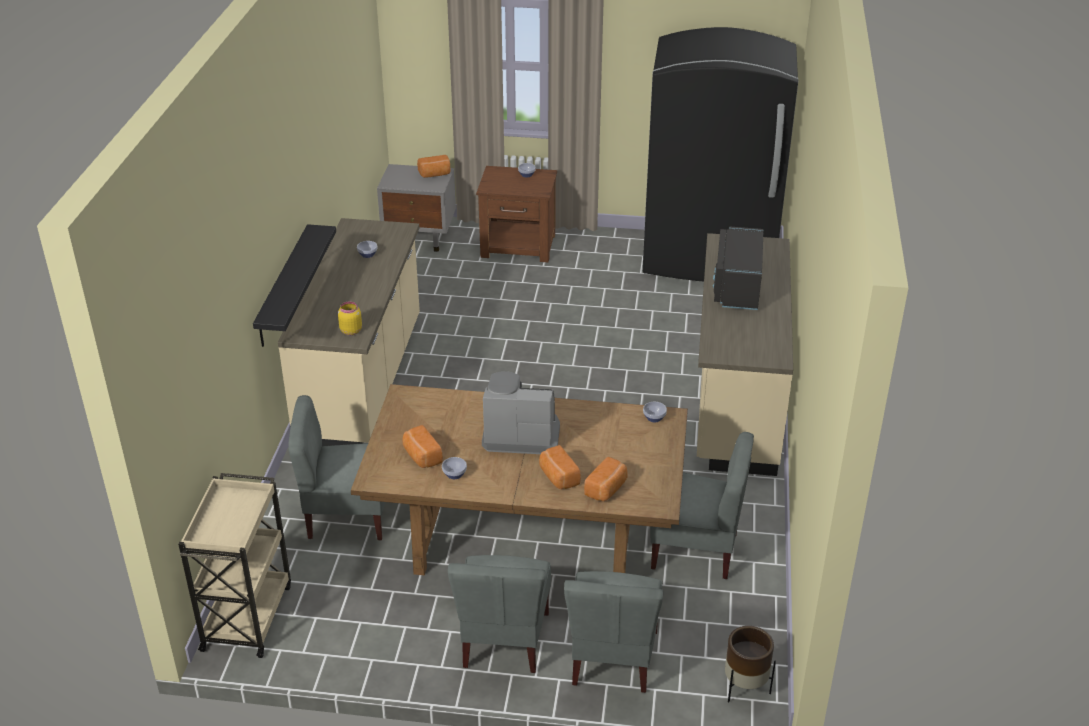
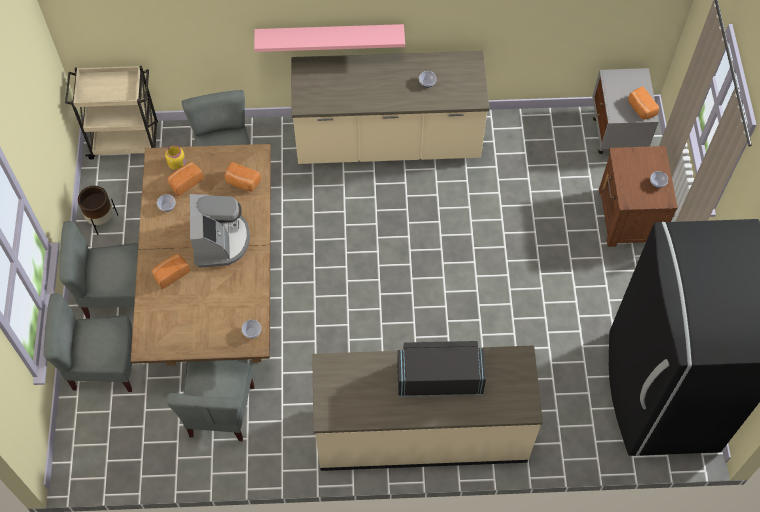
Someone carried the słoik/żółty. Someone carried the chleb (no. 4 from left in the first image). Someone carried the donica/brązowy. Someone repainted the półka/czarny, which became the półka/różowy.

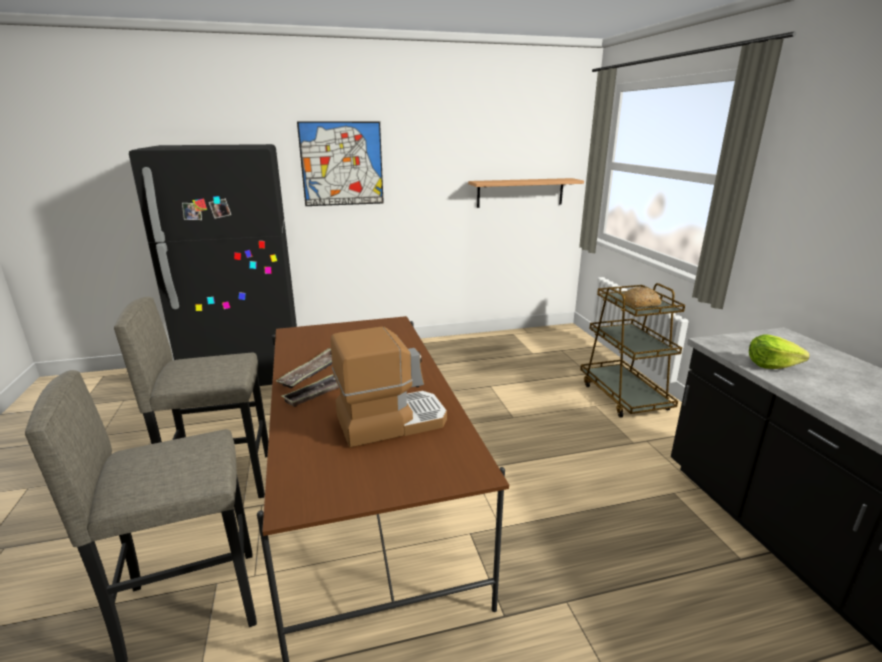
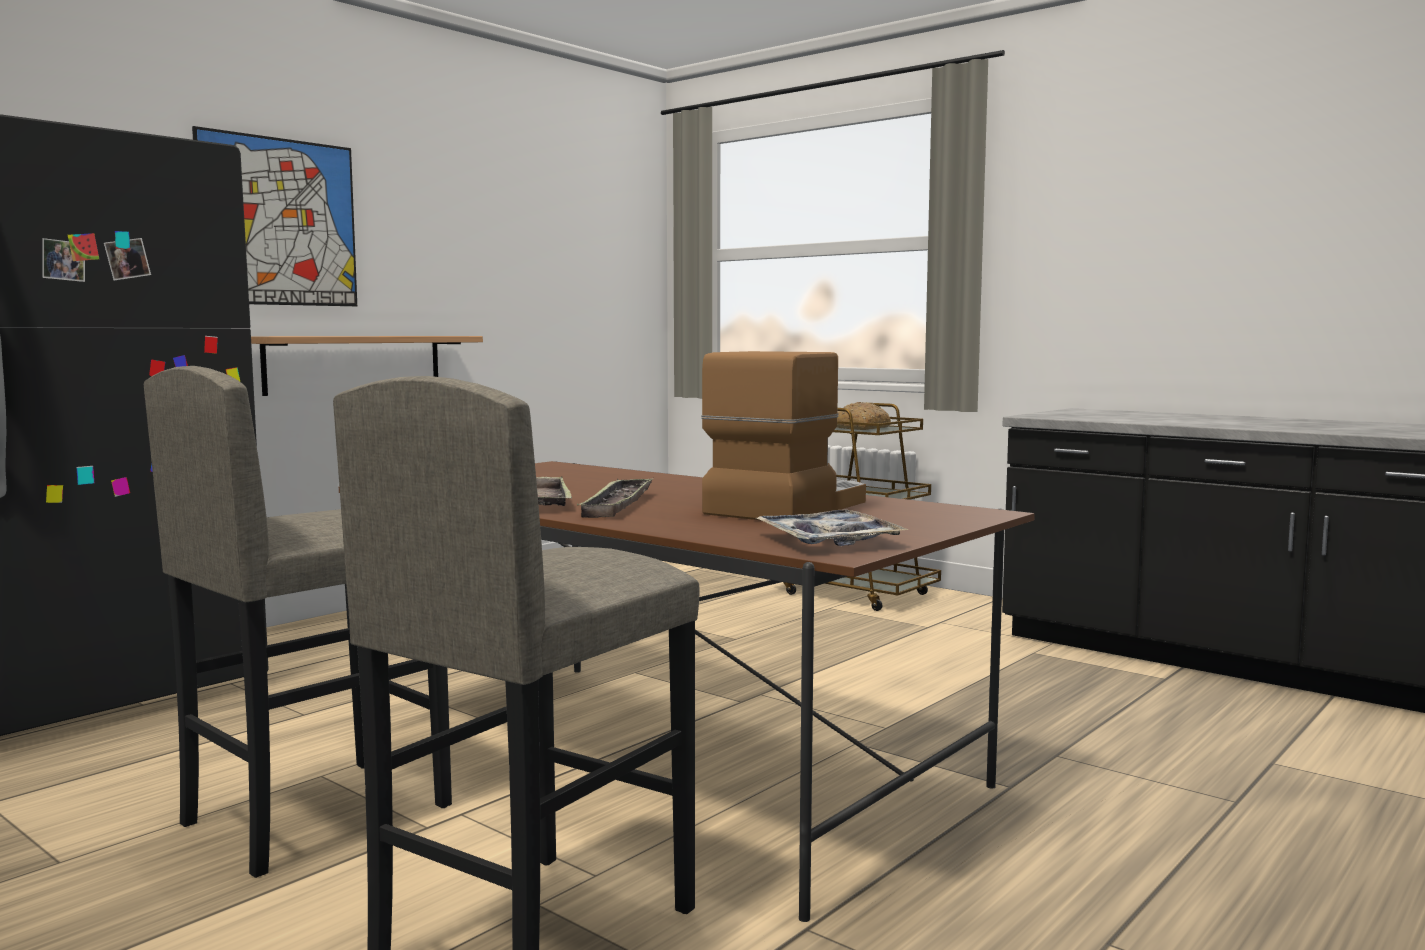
Someone took away the sałata. Someone put down the taca (no. 3 from left). Someone carried the półka.

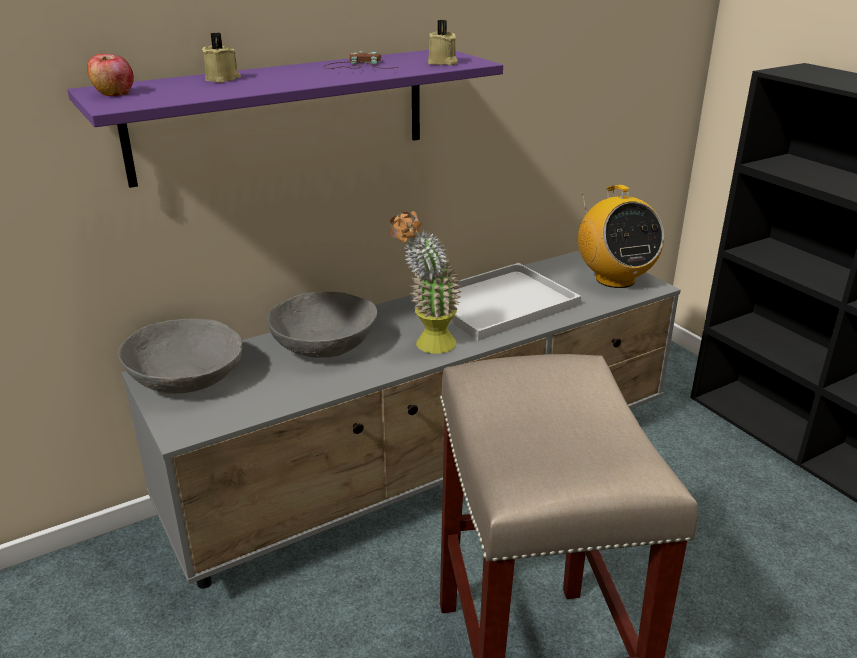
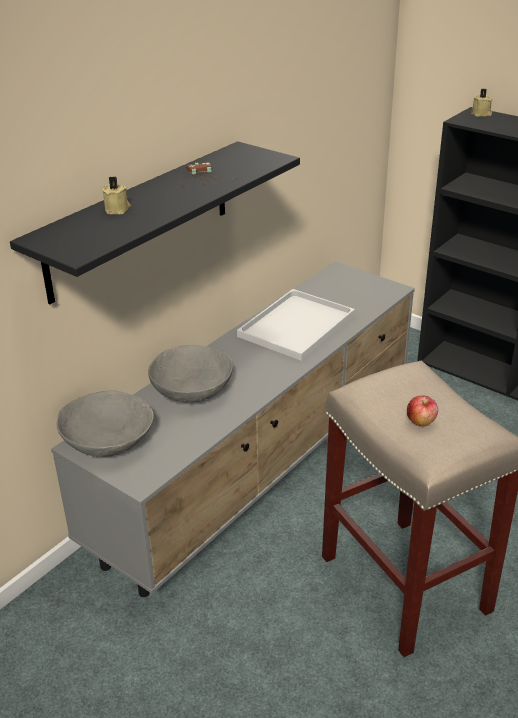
Someone took away the roślina doniczkowa. Someone took away the radio. Someone carried the jabłko. Someone carried the świeca/beżowy (no. 2 from left). Someone repainted the półka/fioletowy, which became the półka/czarny.

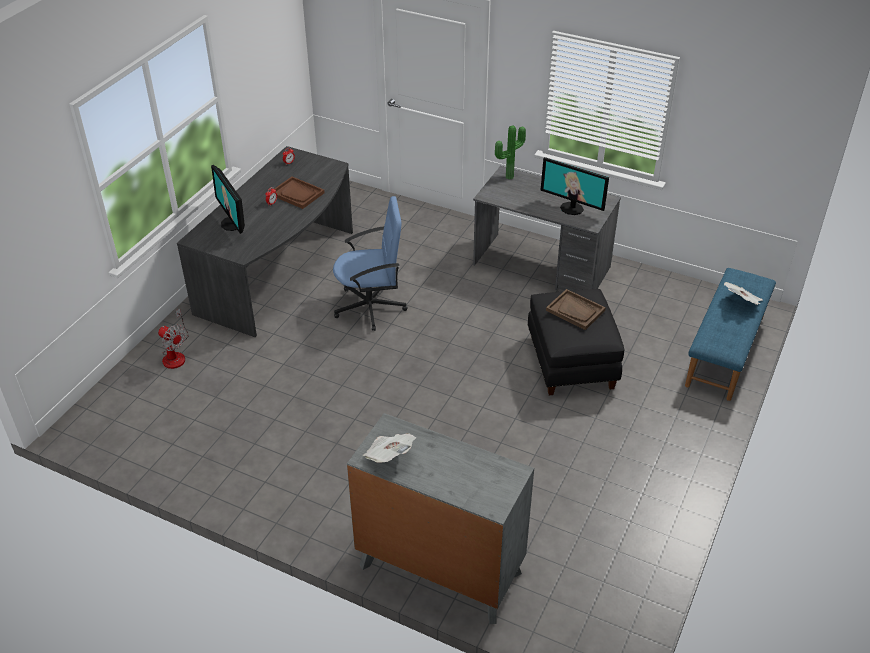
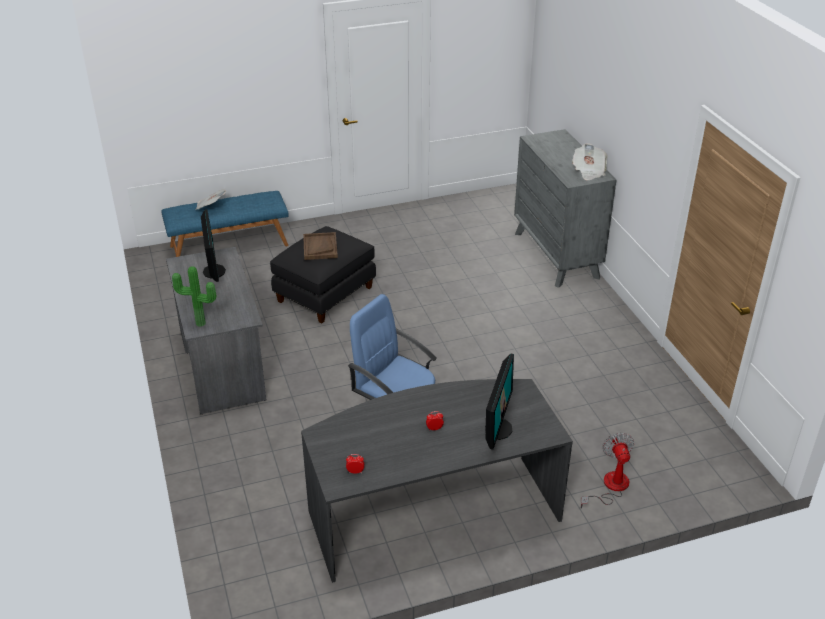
Someone took away the taca/brązowy (no. 1 from left).

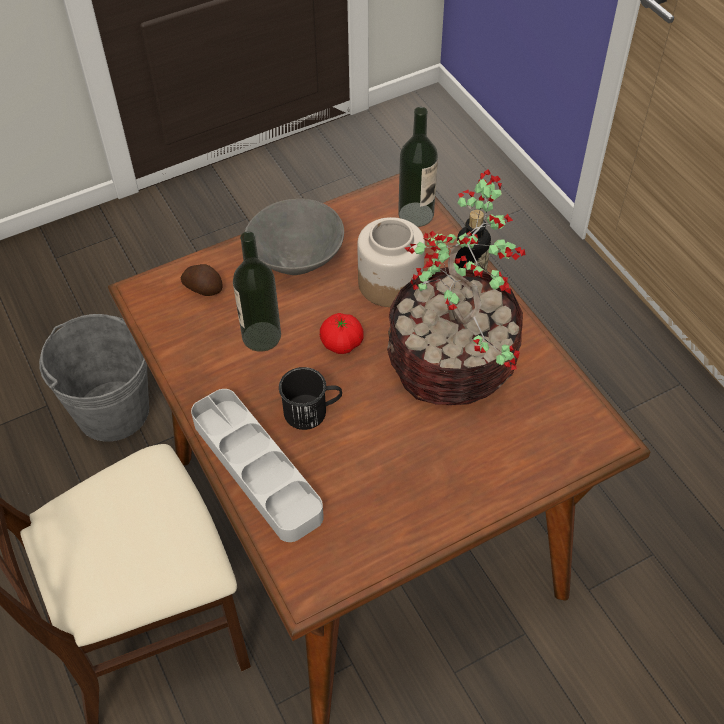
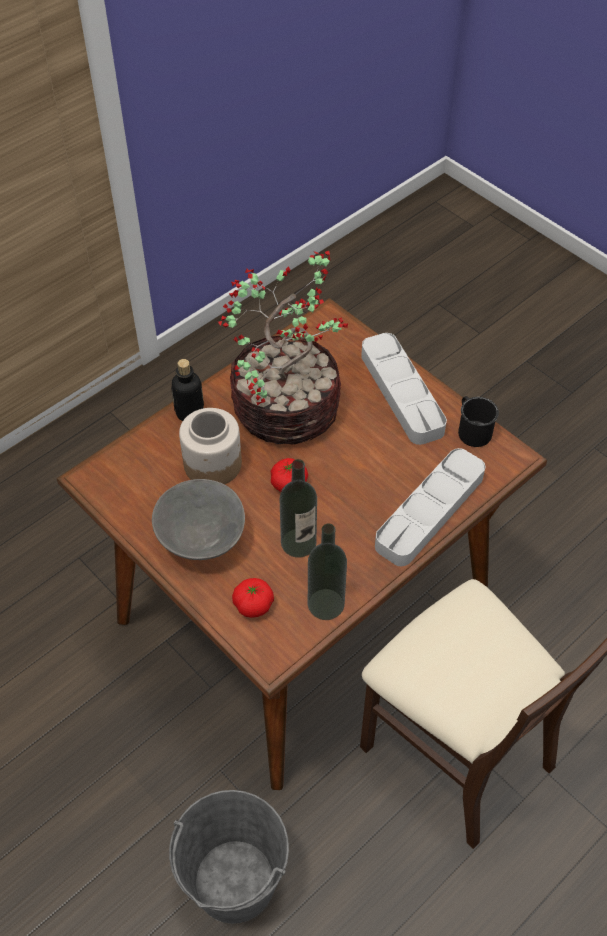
Someone put down the taca/szary (no. 1 from left). Someone carried the kubek/czarny. Someone carried the butelka (no. 2 from left in the first image). Someone swapped the ziemniak for the pomidor (no. 1 from left).

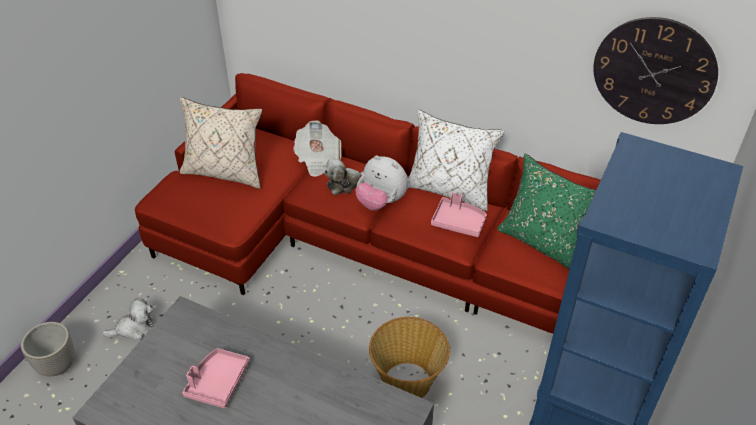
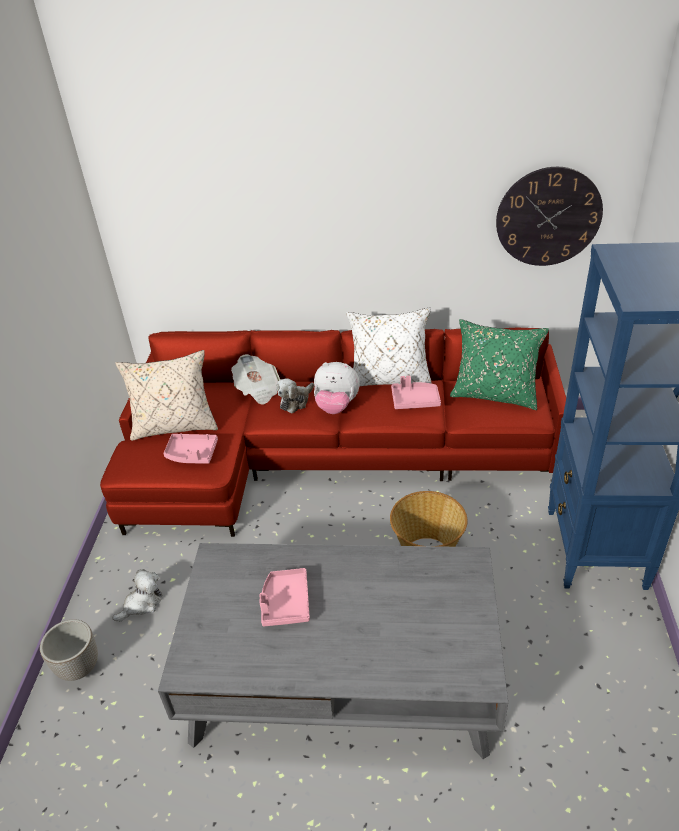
Someone put down the taca/różowy (no. 1 from left).

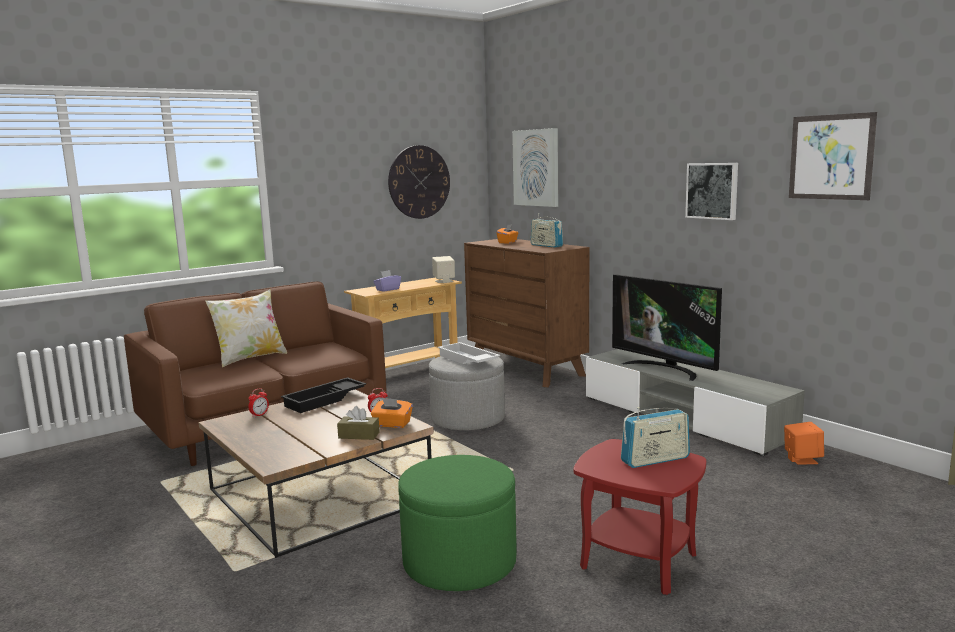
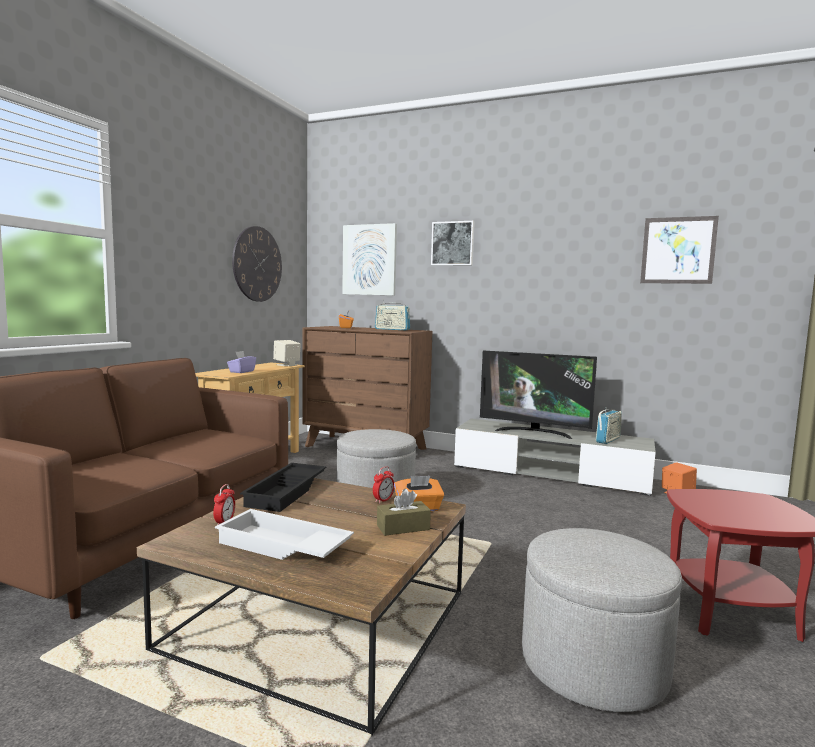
Someone took away the poduszka. Someone carried the taca/biały. Someone carried the radio (no. 2 from left). Someone carried the obraz (no. 2 from left). Someone repainted the pufa/zielony, which became the pufa/szary (no. 2 from left).

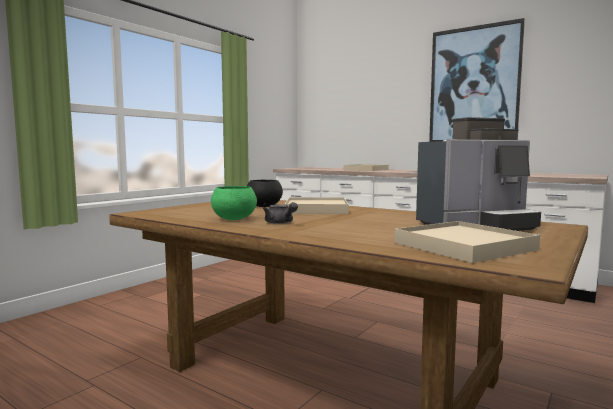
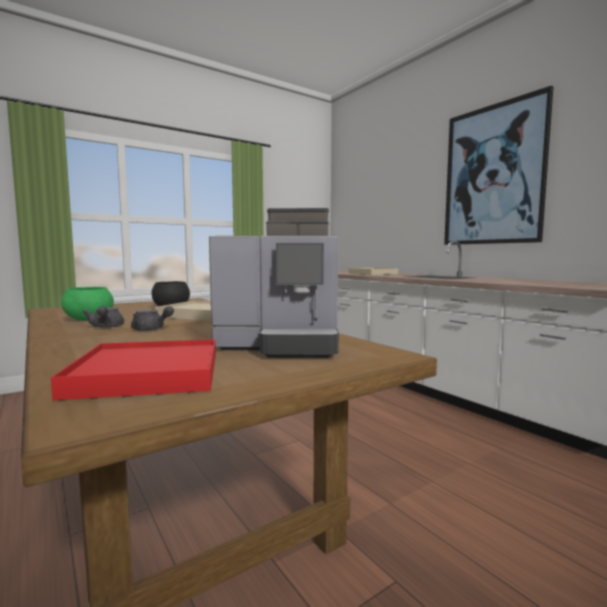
Someone put down the imbryk/szary (no. 2 from left). Someone repainted the taca/beżowy (no. 3 from left), which became the taca/czerwony.

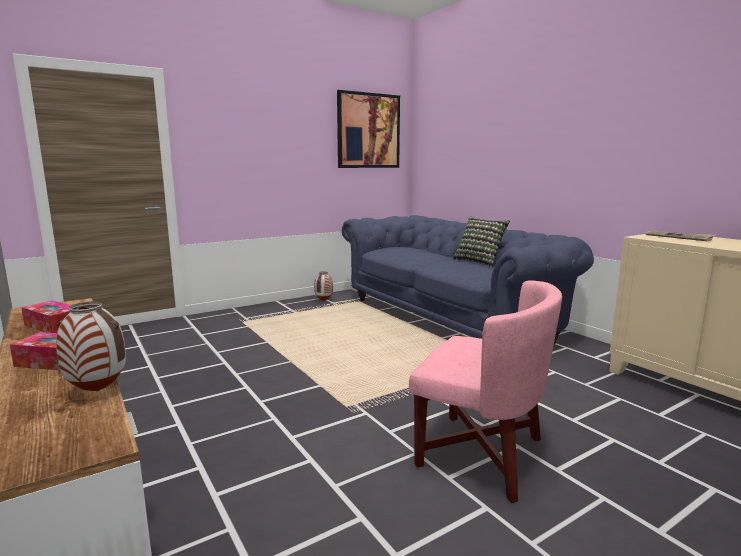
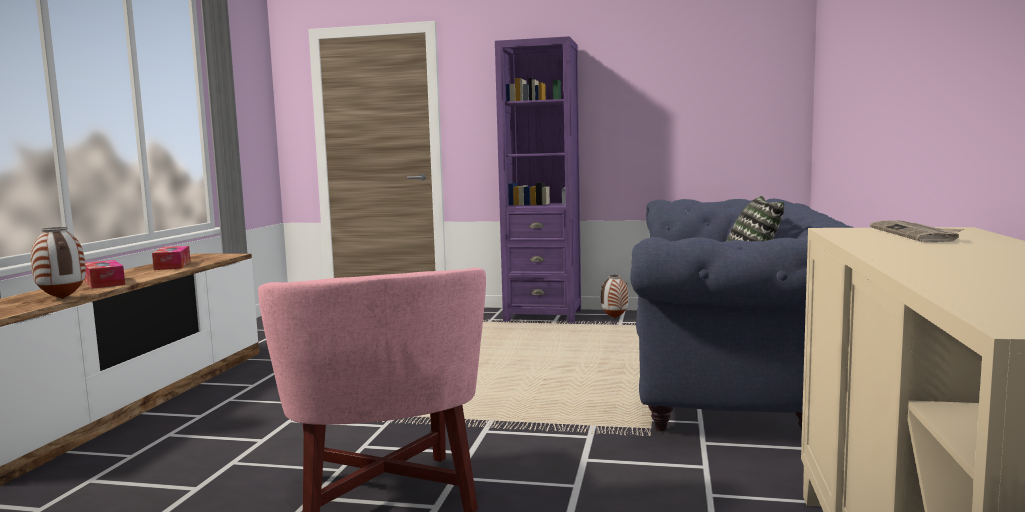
Someone took away the obraz. Someone put down the regał/fioletowy.

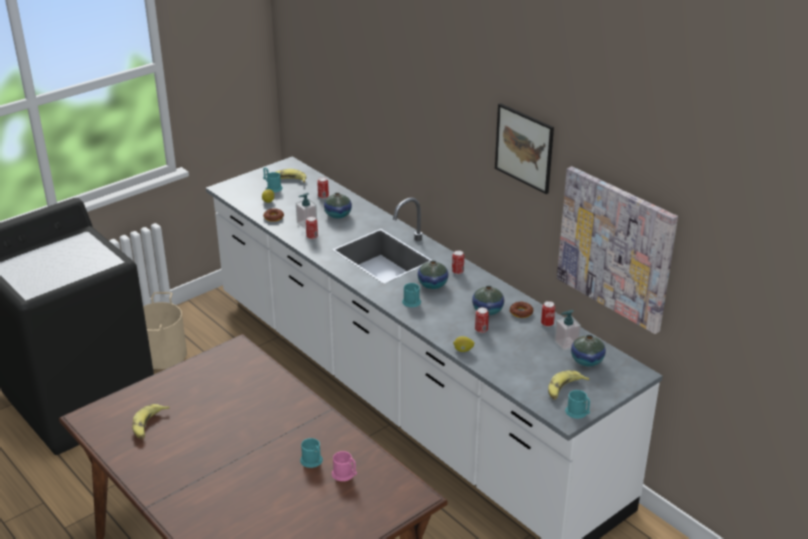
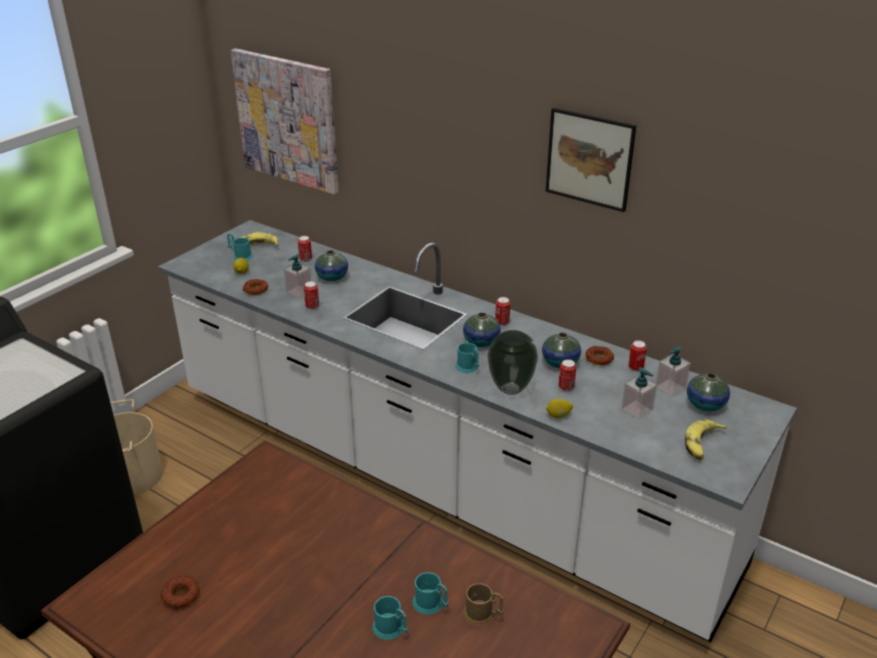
Someone put down the wazon (no. 3 from left). Someone put down the dozownik mydła (no. 2 from left). Someone carried the obraz (no. 2 from left in the first image). Someone carried the kubek/turkusowy (no. 4 from left in the first image). Someone swapped the banan (no. 1 from left) for the donut (no. 1 from left). Someone repainted the kubek/różowy, which became the kubek/brązowy.

